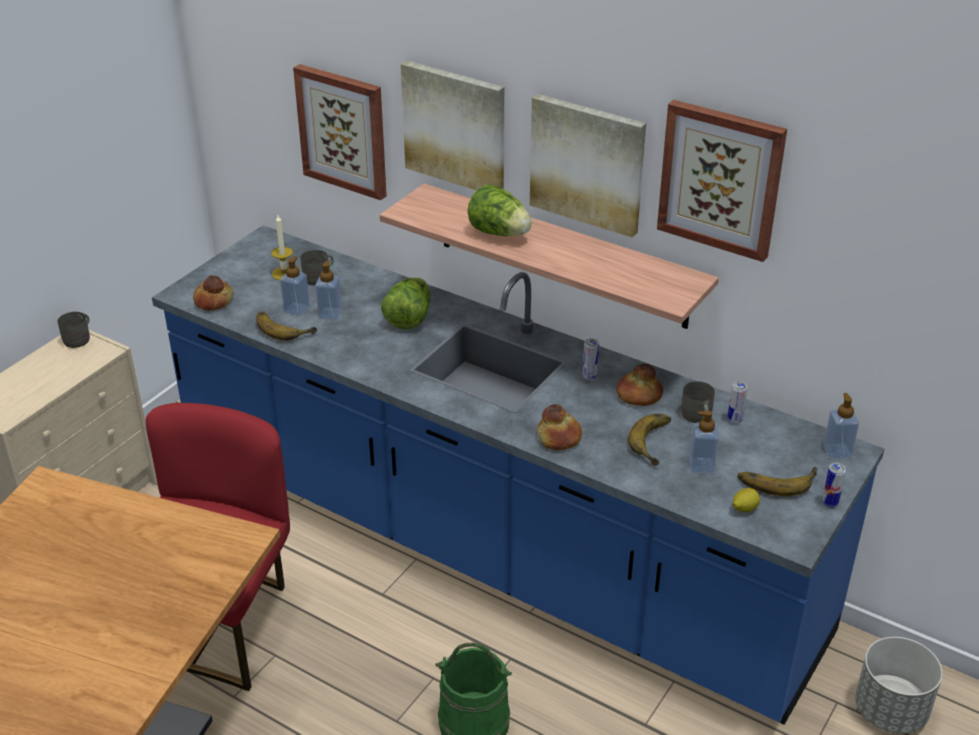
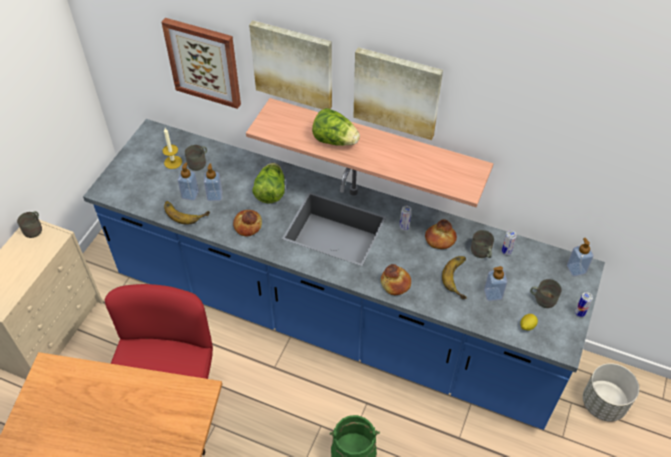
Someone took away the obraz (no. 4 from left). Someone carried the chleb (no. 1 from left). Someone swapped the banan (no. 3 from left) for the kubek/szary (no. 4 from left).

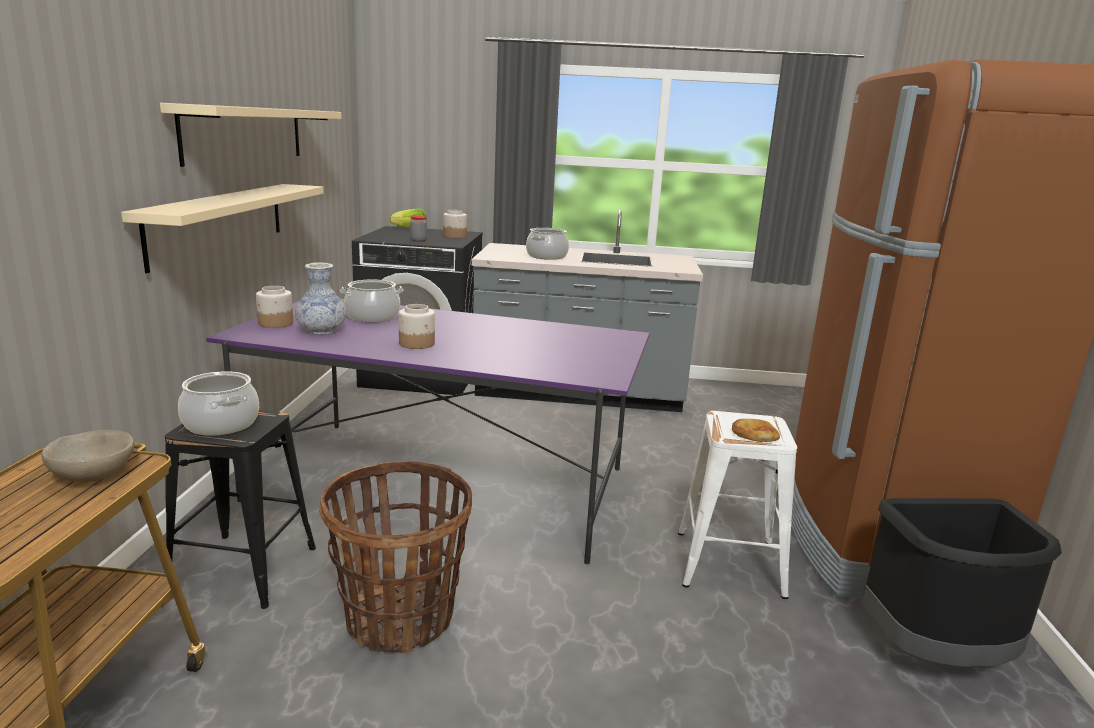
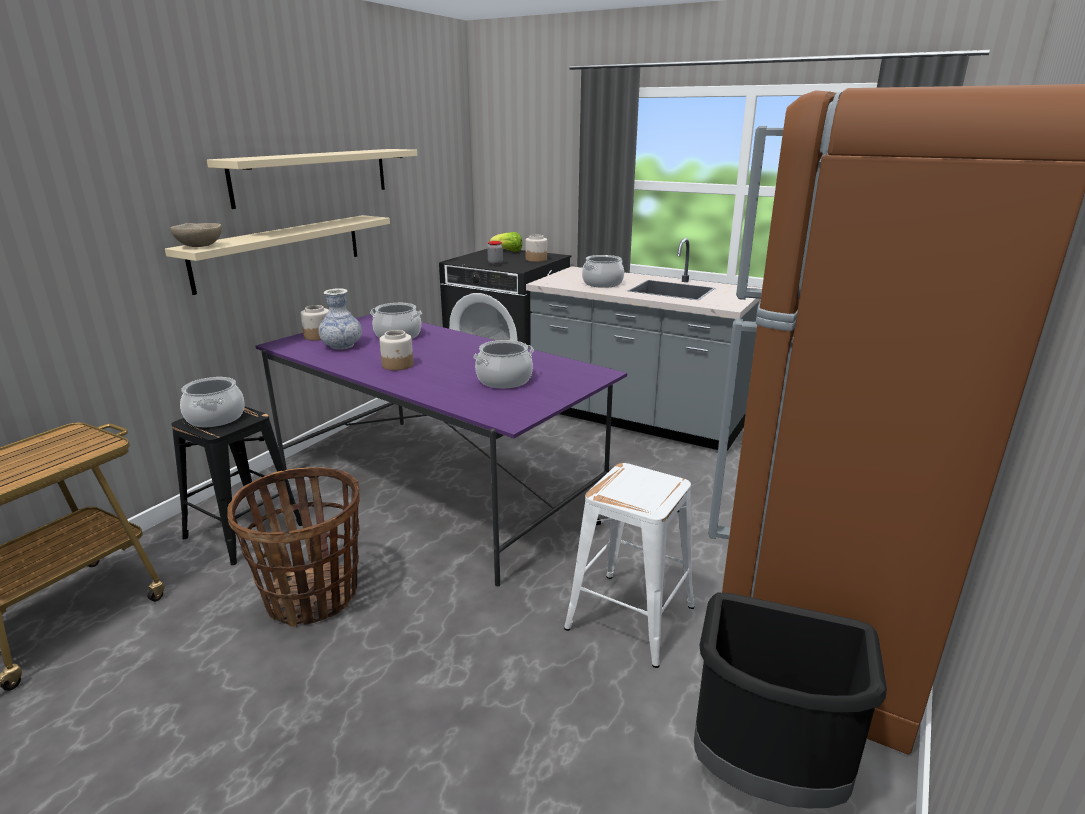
Someone took away the chleb. Someone put down the garnek (no. 3 from left). Someone carried the miska/beżowy.

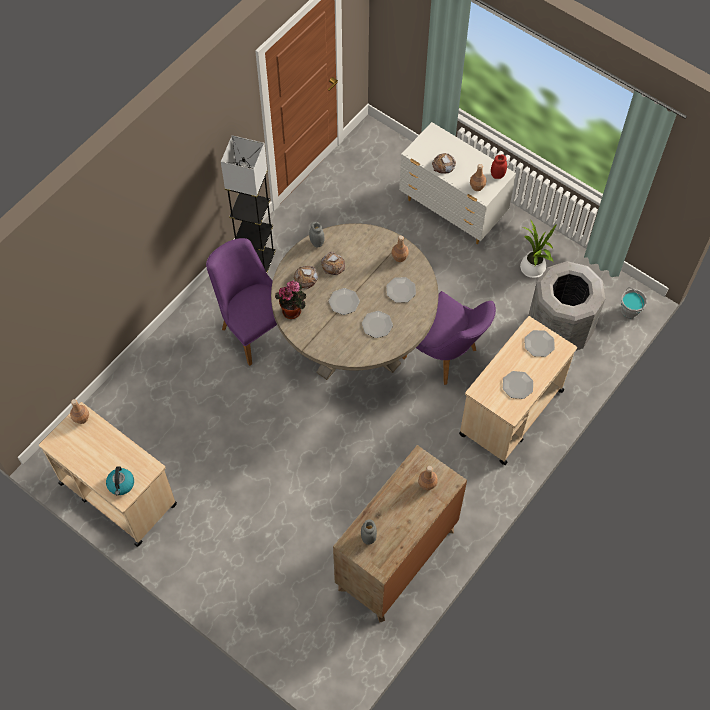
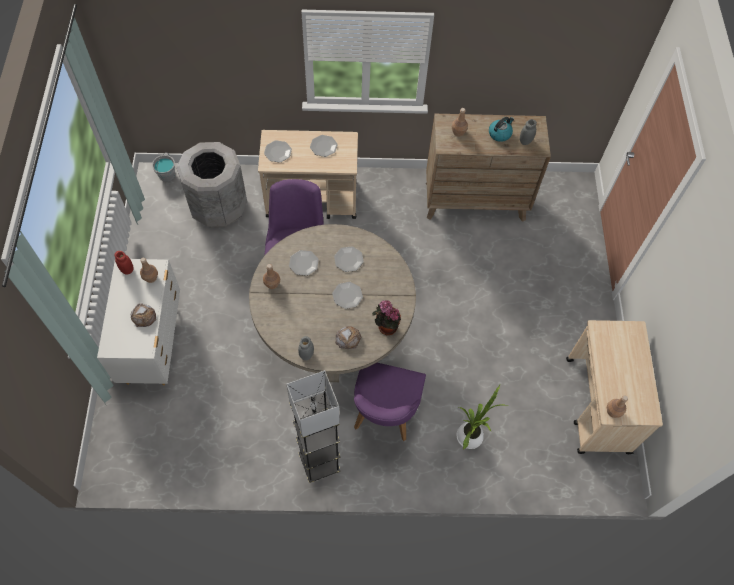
Someone took away the chleb (no. 2 from left). Someone carried the czajnik. Someone carried the roślina doniczkowa (no. 2 from left).

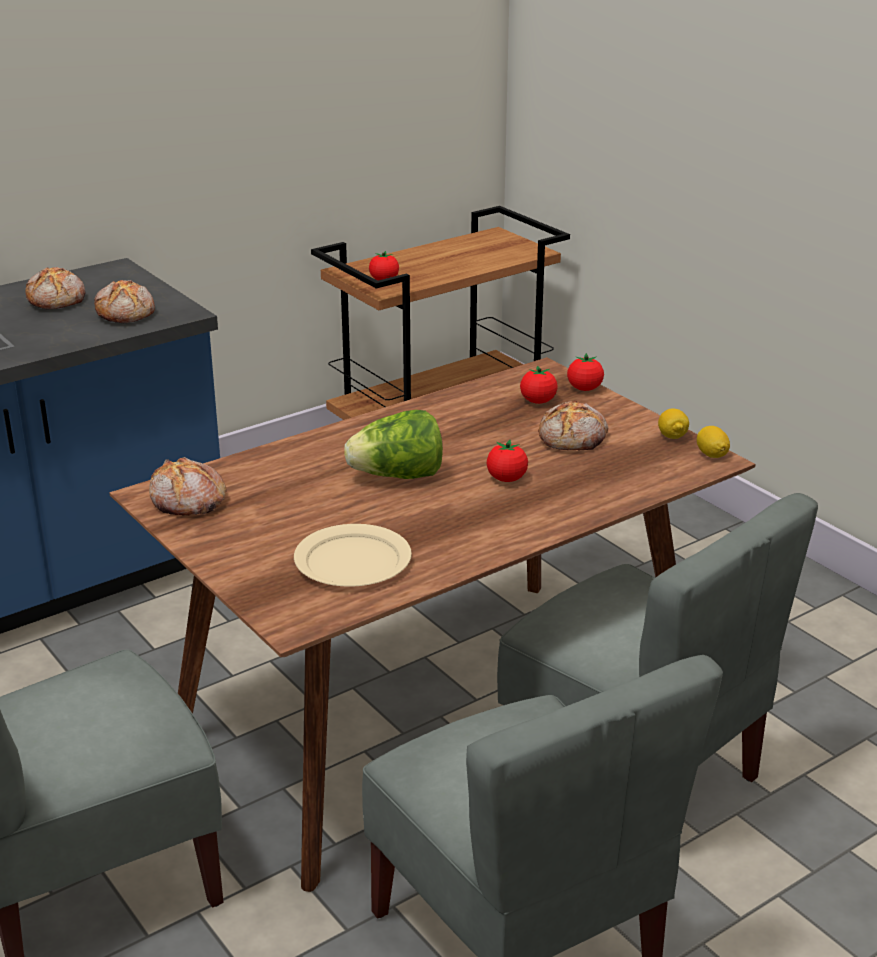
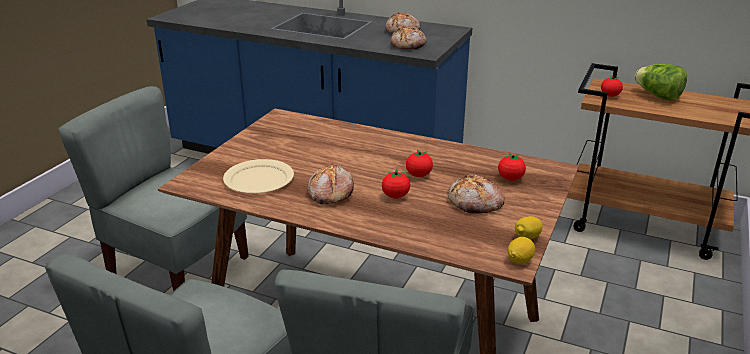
Someone carried the chleb (no. 3 from left in the first image). Someone carried the sałata. Someone carried the pomidor (no. 4 from left in the first image).

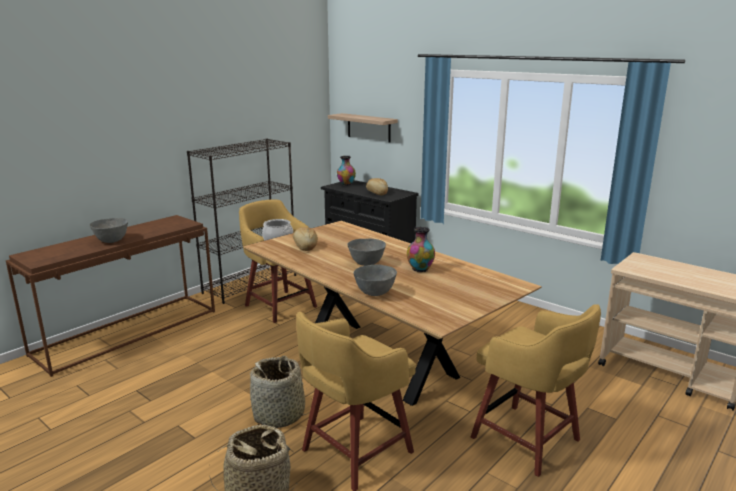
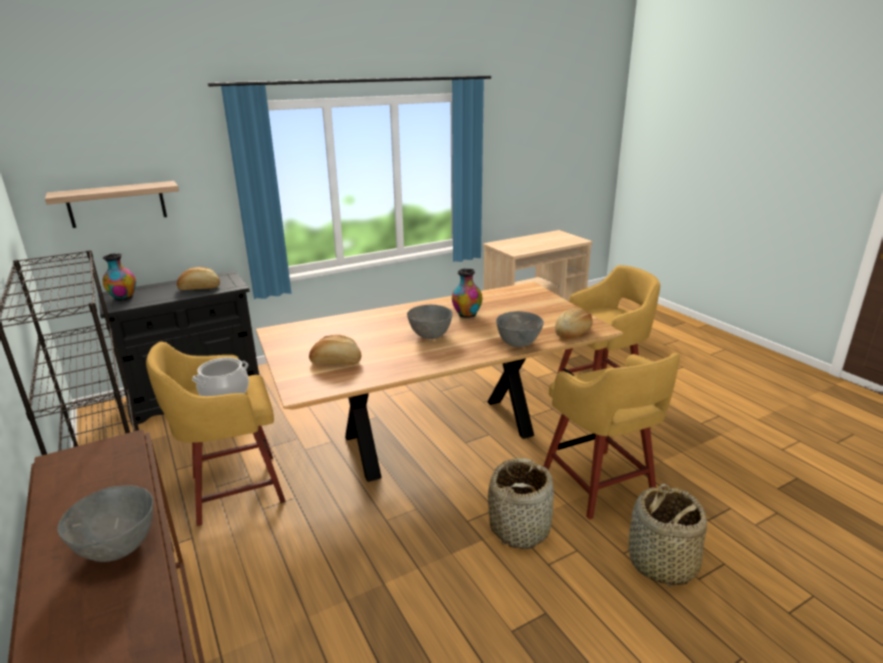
Someone put down the chleb (no. 3 from left).

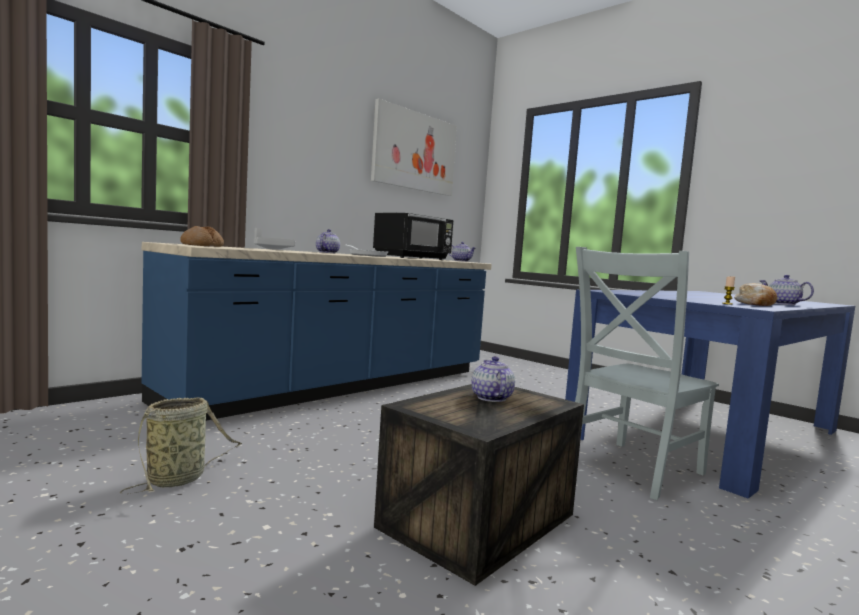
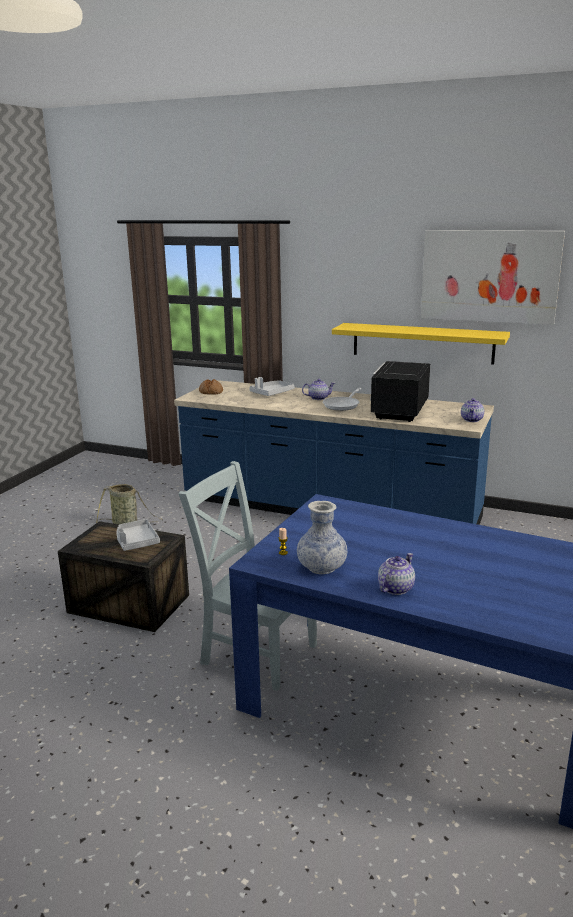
Someone put up the półka/żółty. Someone swapped the imbryk (no. 3 from left) for the taca/szary (no. 1 from left). Someone swapped the chleb (no. 2 from left) for the wazon. Someone rotated the mikrofalówka/czarny by 90 degrees clockwise.

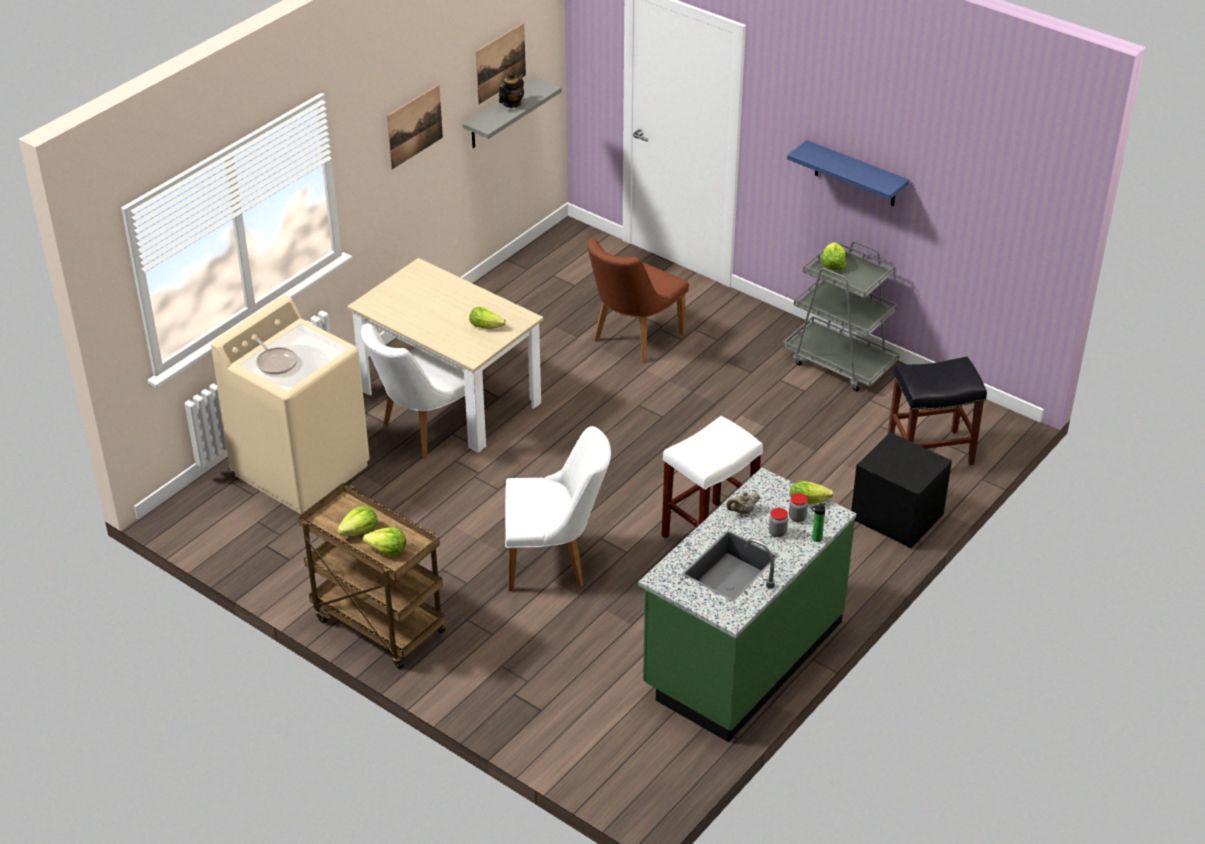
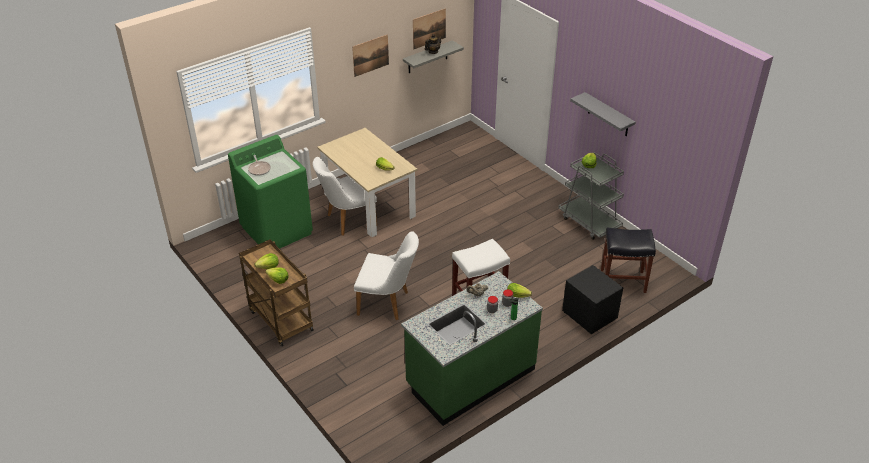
Someone took away the krzesło/brązowy. Someone repainted the pralka/beżowy, which became the pralka/zielony. Someone repainted the półka/niebieski, which became the półka/szary (no. 2 from left).

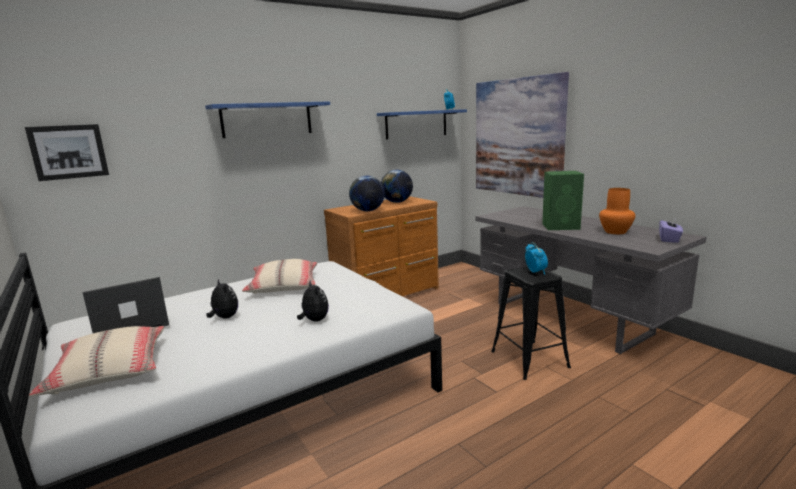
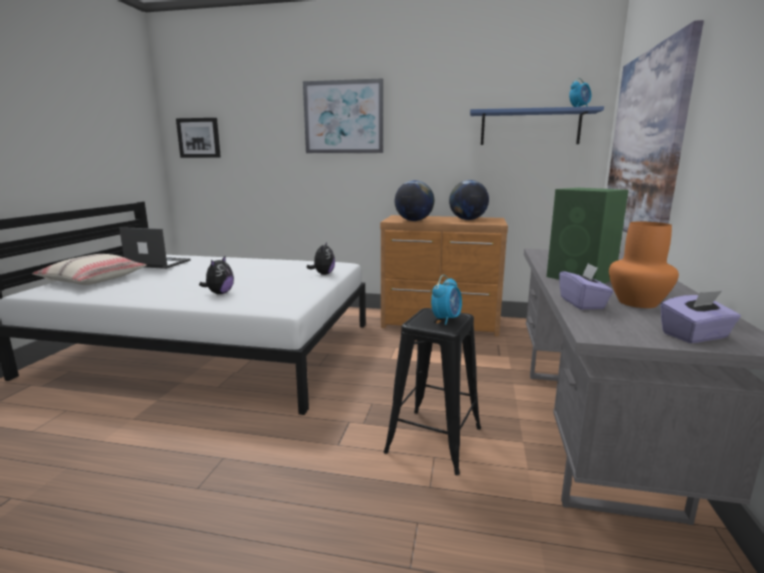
Someone took away the poduszka/beżowy (no. 2 from left). Someone put down the pudełko chusteczek/fioletowy (no. 1 from left). Someone carried the pluszak (no. 1 from left in the first image). Someone swapped the półka/niebieski (no. 1 from left) for the obraz (no. 2 from left).

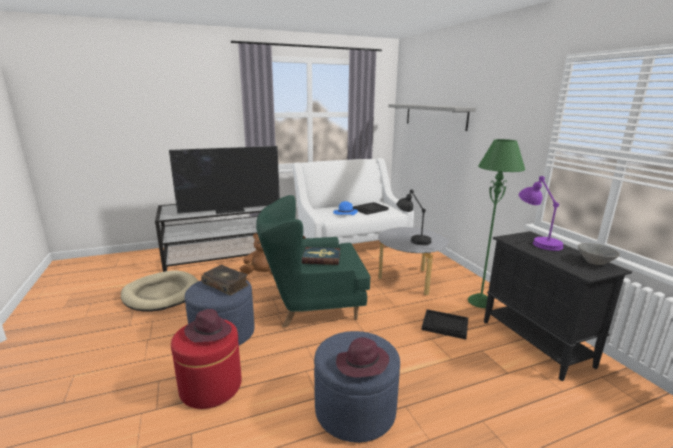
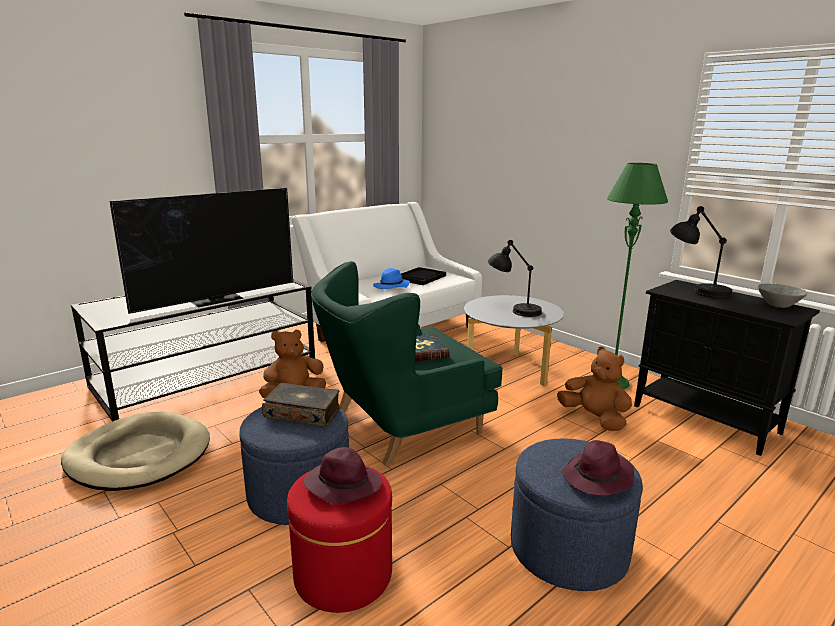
Someone took away the półka/szary. Someone swapped the taca/czarny (no. 2 from left) for the pluszak/brązowy (no. 2 from left). Someone repainted the lampa stołowa/fioletowy, which became the lampa stołowa/czarny (no. 2 from left).

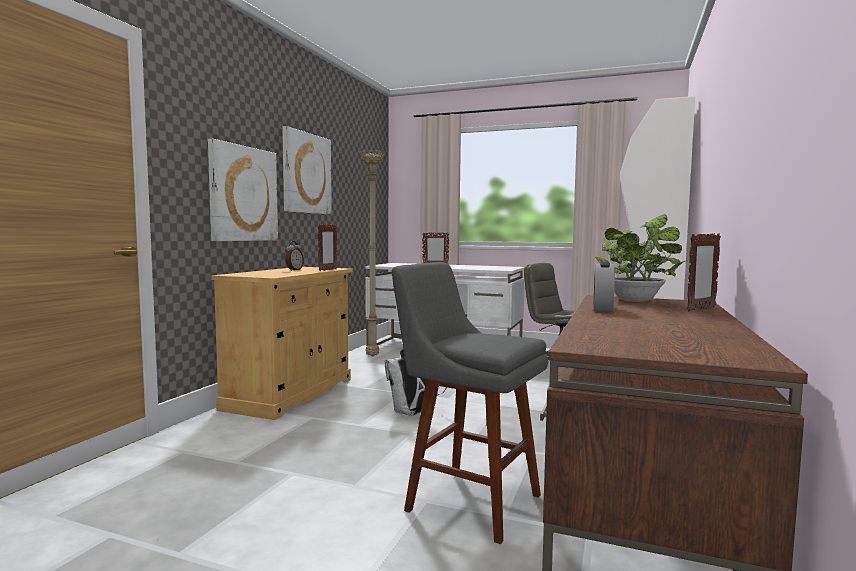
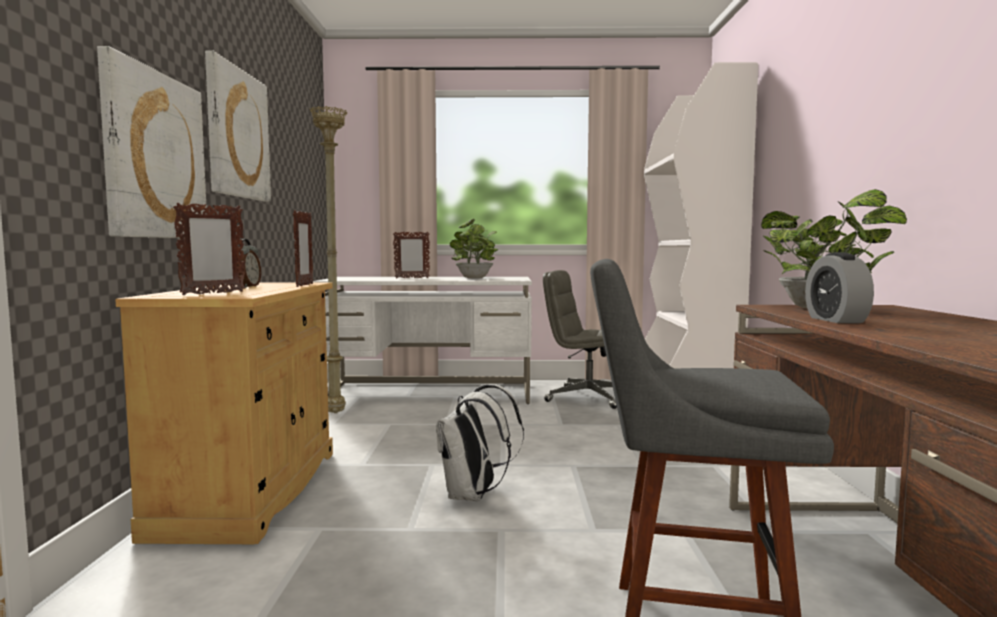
Someone put down the roślina doniczkowa (no. 1 from left). Someone carried the ramka na zdjęcie (no. 3 from left in the first image).

